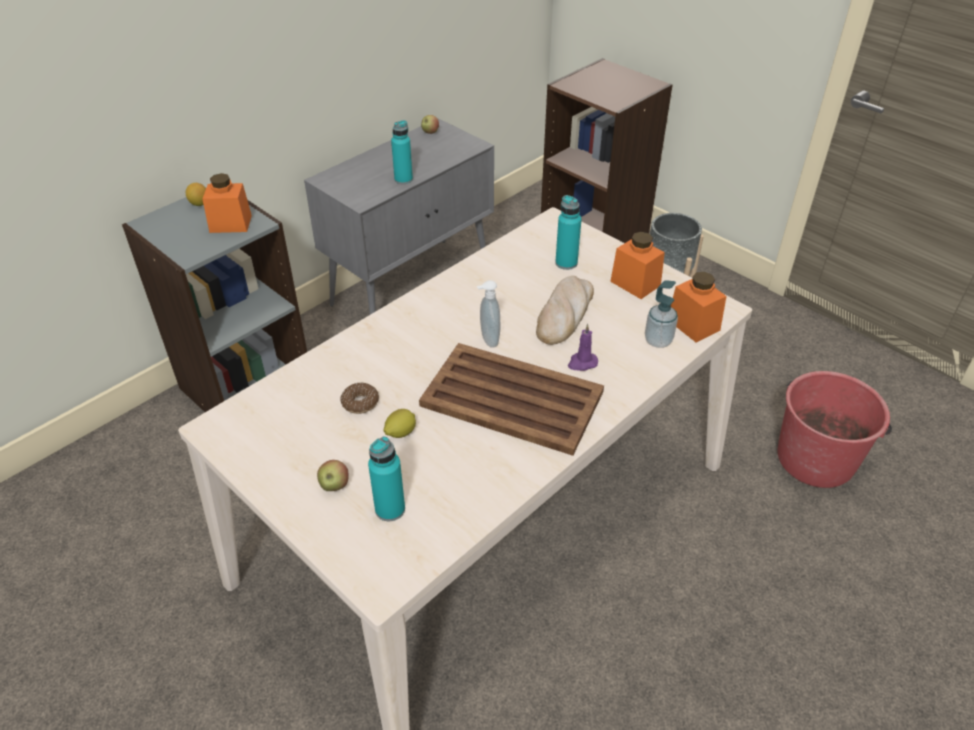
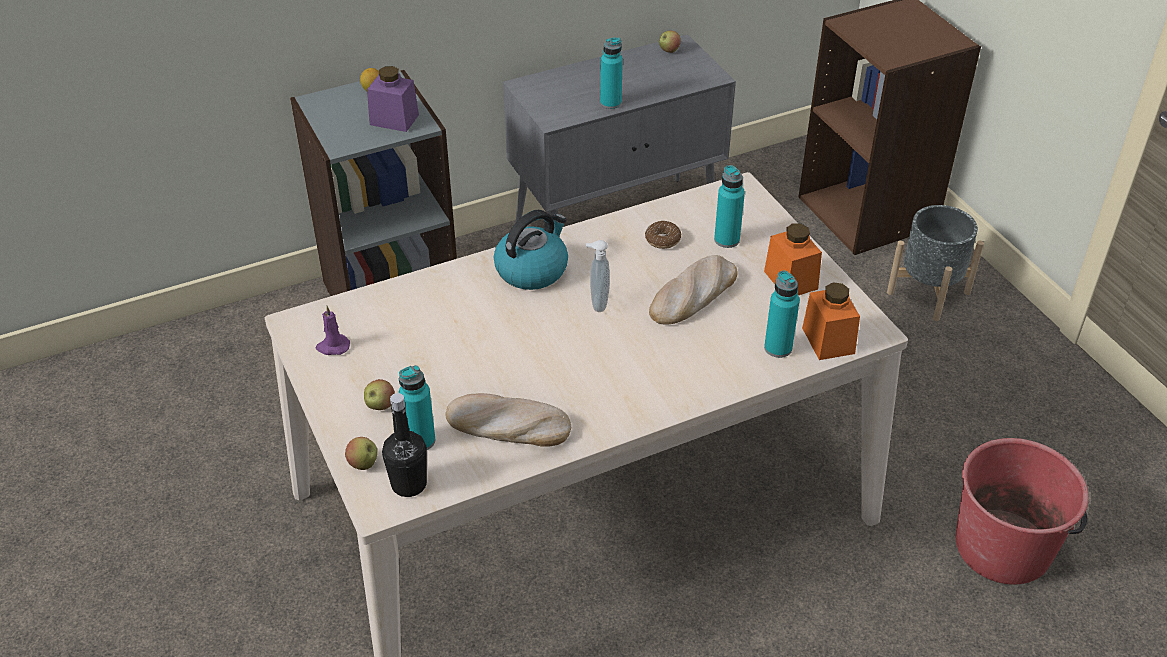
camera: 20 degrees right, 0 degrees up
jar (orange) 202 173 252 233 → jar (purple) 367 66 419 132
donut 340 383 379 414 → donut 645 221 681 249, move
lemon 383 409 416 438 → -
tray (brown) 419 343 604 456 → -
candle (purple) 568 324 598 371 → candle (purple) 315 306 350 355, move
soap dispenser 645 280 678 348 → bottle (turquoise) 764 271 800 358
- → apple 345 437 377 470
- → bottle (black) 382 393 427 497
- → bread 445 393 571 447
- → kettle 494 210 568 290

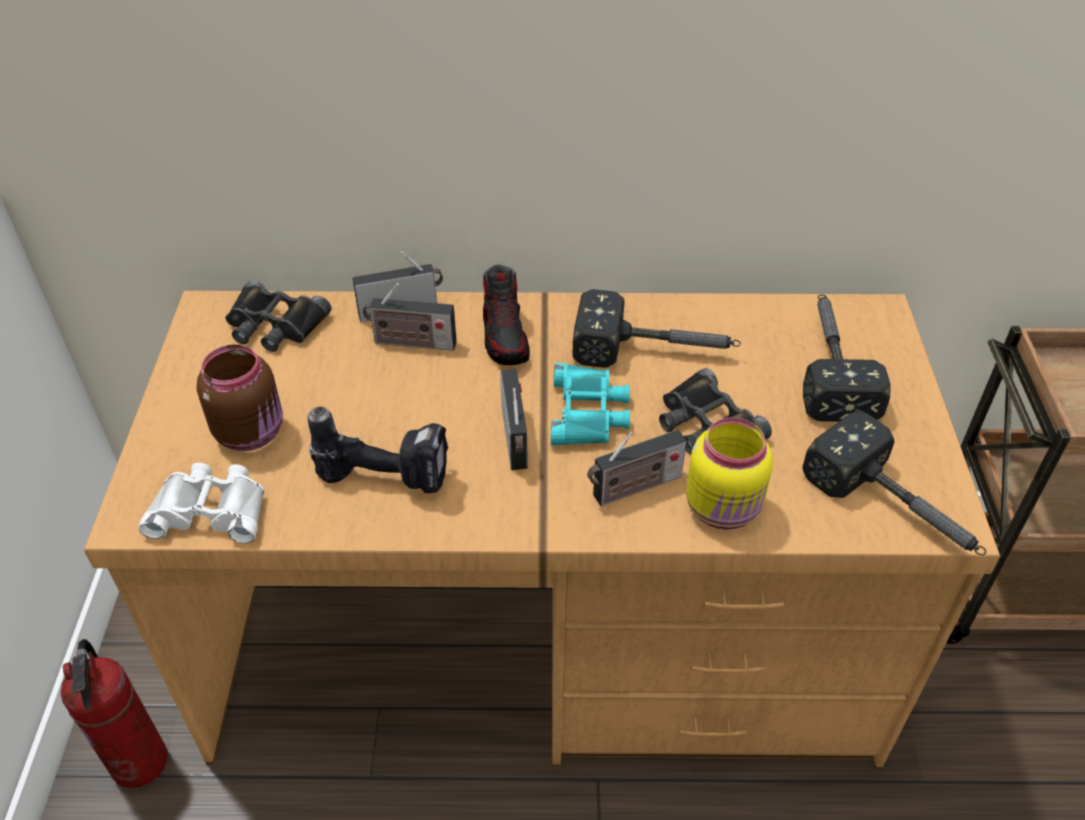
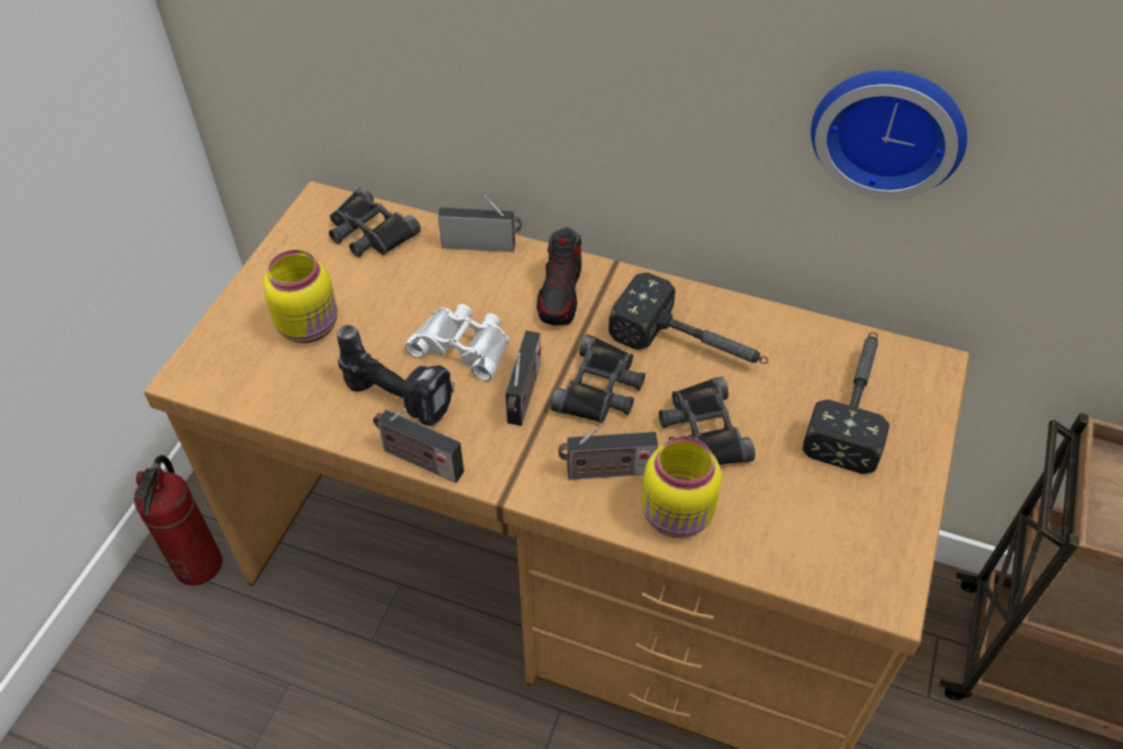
camera: 20 degrees right, 5 degrees up
binoculars (white) 138 463 265 543 → binoculars (white) 405 304 510 381, move
jar (brown) 197 344 283 451 → jar (yellow) 263 250 338 343
radio 363 283 457 351 → radio 373 408 464 483, move
binoculars (turquoise) 551 363 630 445 → binoculars (black) 550 334 645 423
hammer 803 412 986 555 → -
- → wall clock 811 70 967 200

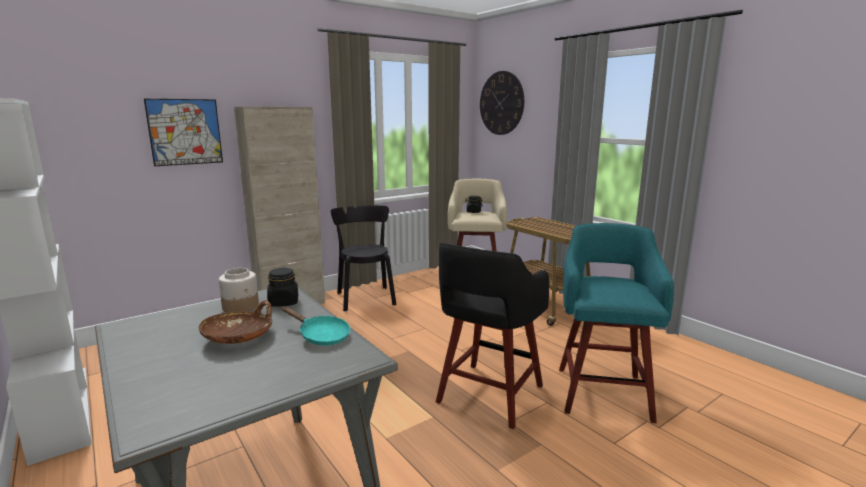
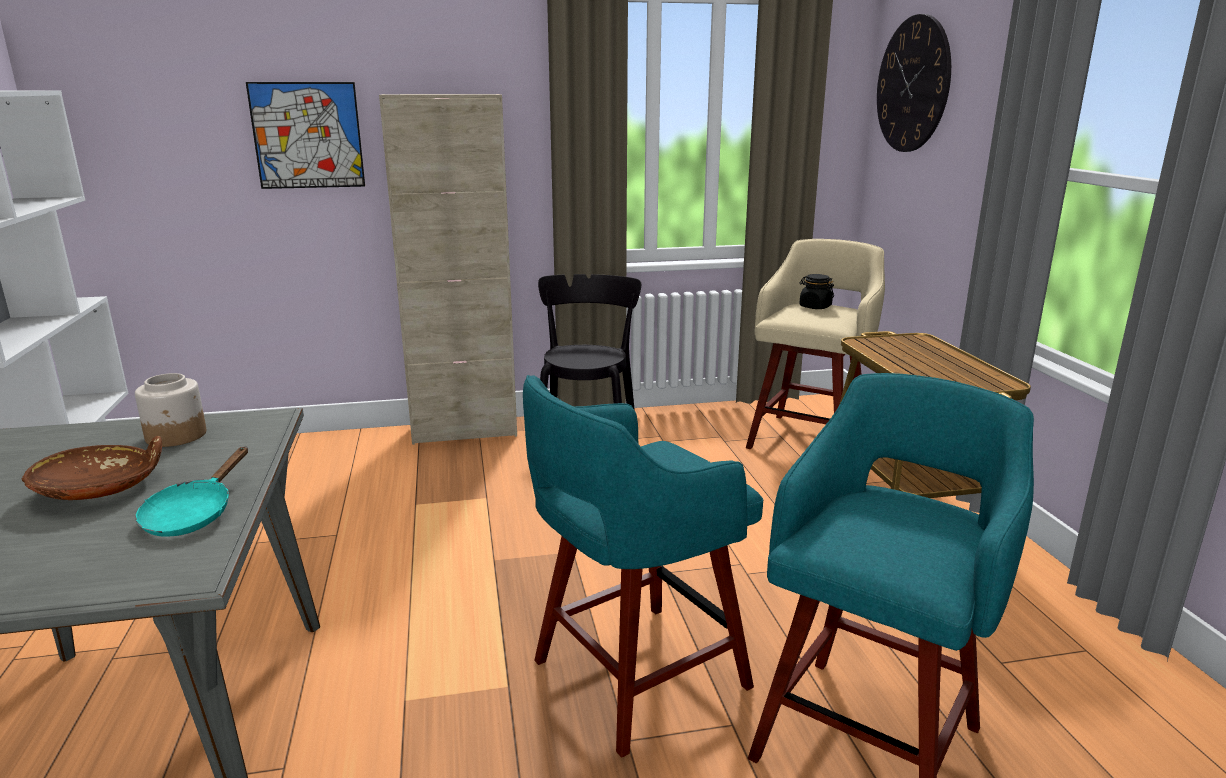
camera: 25 degrees right, 5 degrees up
jar (black) 267 268 298 307 → -
frying pan (turquoise) 282 306 350 346 → frying pan (turquoise) 136 446 248 537, 45 degrees clockwise
stool (black) 436 243 549 429 → stool (turquoise) 523 375 763 758

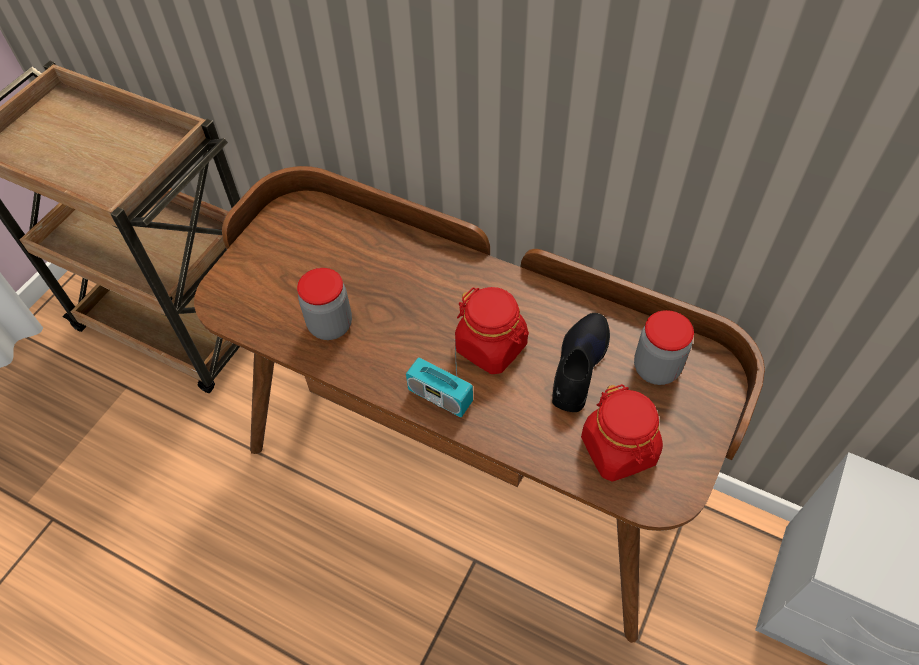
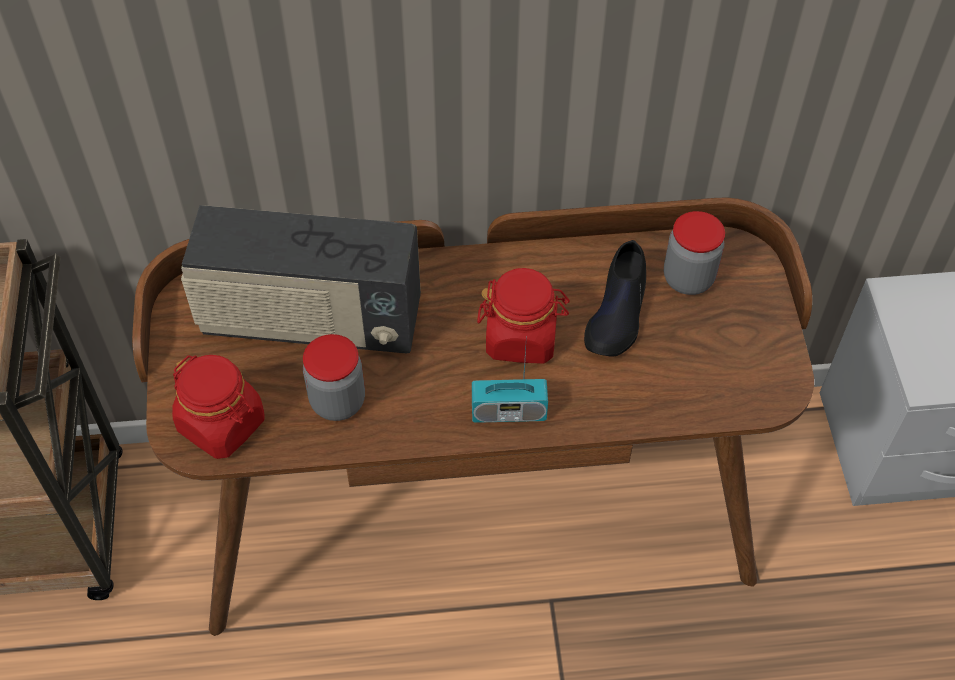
camera: 35 degrees left, 0 degrees up
shoe (black) 552 313 610 412 → shoe (black) 584 240 646 357, 150 degrees counterclockwise
jar (red) 581 384 663 481 → jar (red) 172 355 265 459, move
- → radio 181 205 421 353

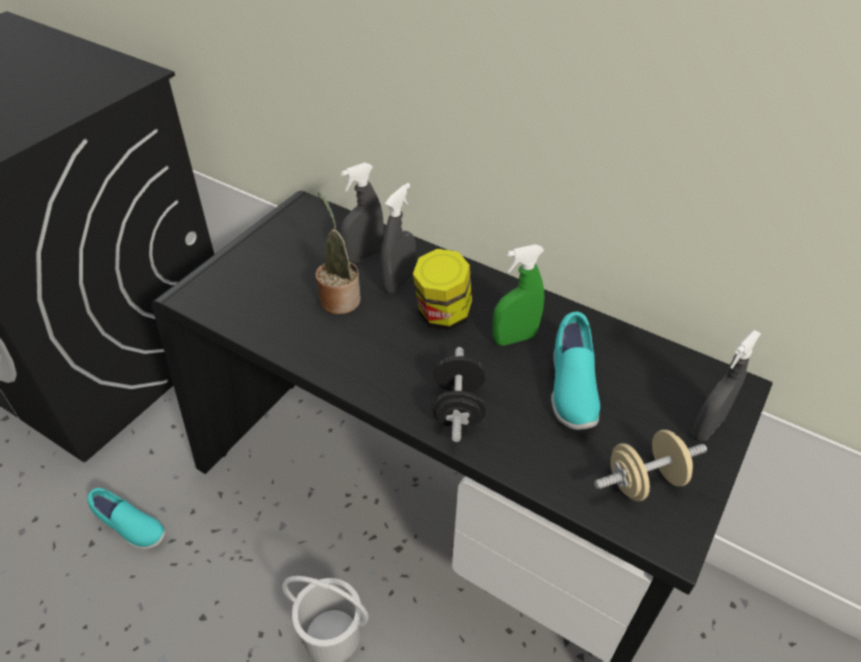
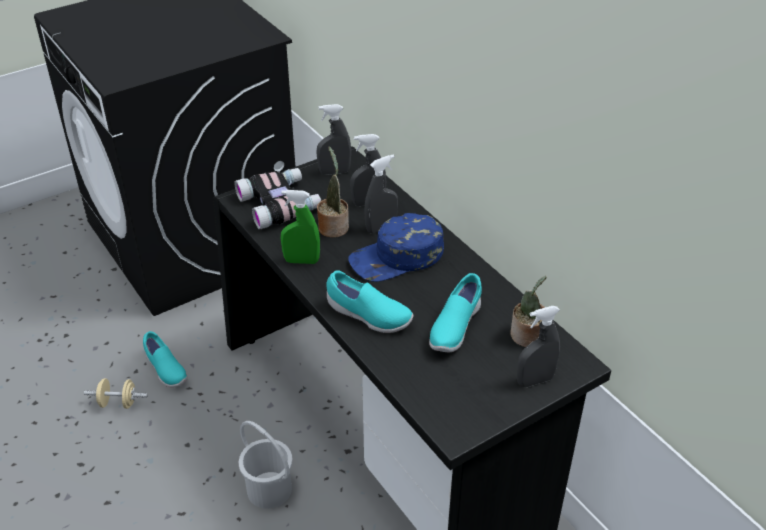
camera: 25 degrees right, 5 degrees down
jar 413 249 473 330 → cap (blue) 348 213 444 282
dumbbell (black) 431 347 486 442 → shoe (turquoise) 326 270 413 333
spray bottle (green) 493 244 544 346 → spray bottle (green) 281 190 320 264, move
dumbbell (beige) 594 430 707 501 → dumbbell (beige) 84 378 148 409, move
- → binoculars 234 168 321 230
- → spray bottle (grey) 316 104 351 175
- → potted plant 510 276 546 347

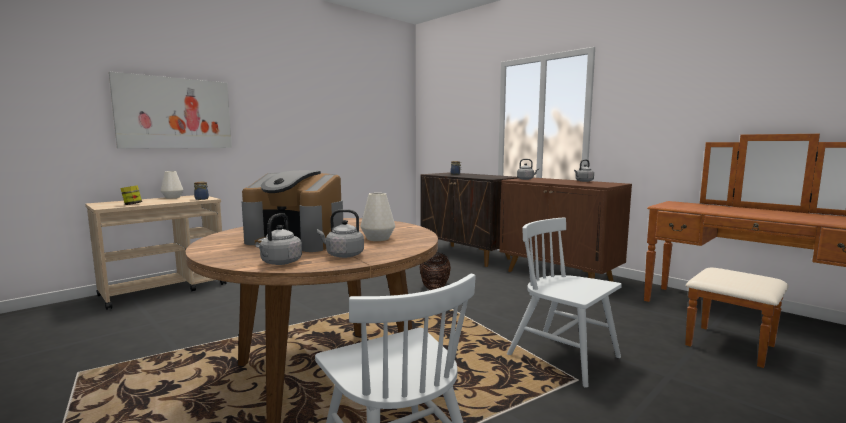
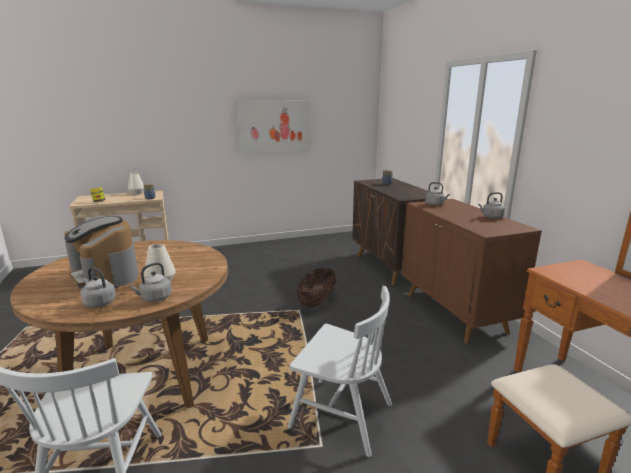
camera: 25 degrees right, 10 degrees up
picture 109 72 232 149 → picture 235 100 310 154, move
kettle (grey) 255 213 302 265 → kettle (grey) 129 262 172 302, move
chair (white) 507 217 622 388 → chair (white) 287 286 392 457, 135 degrees clockwise

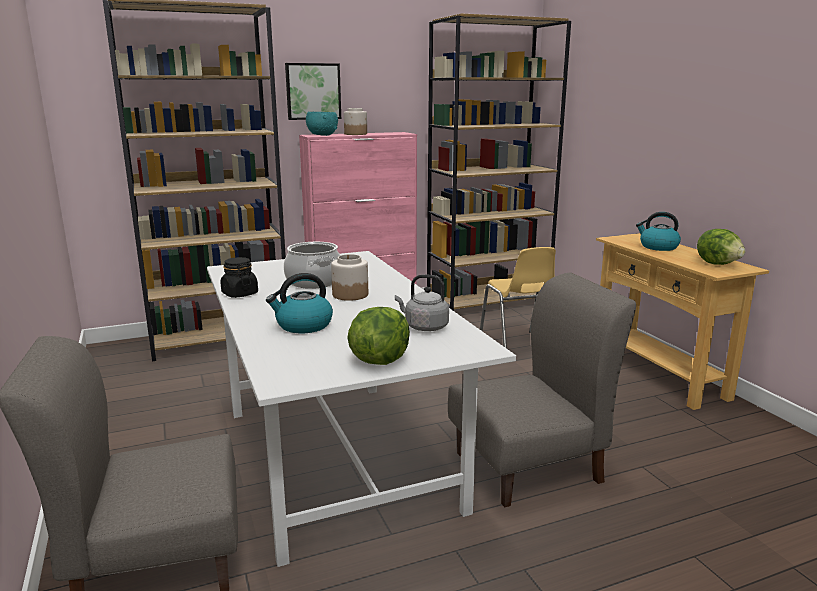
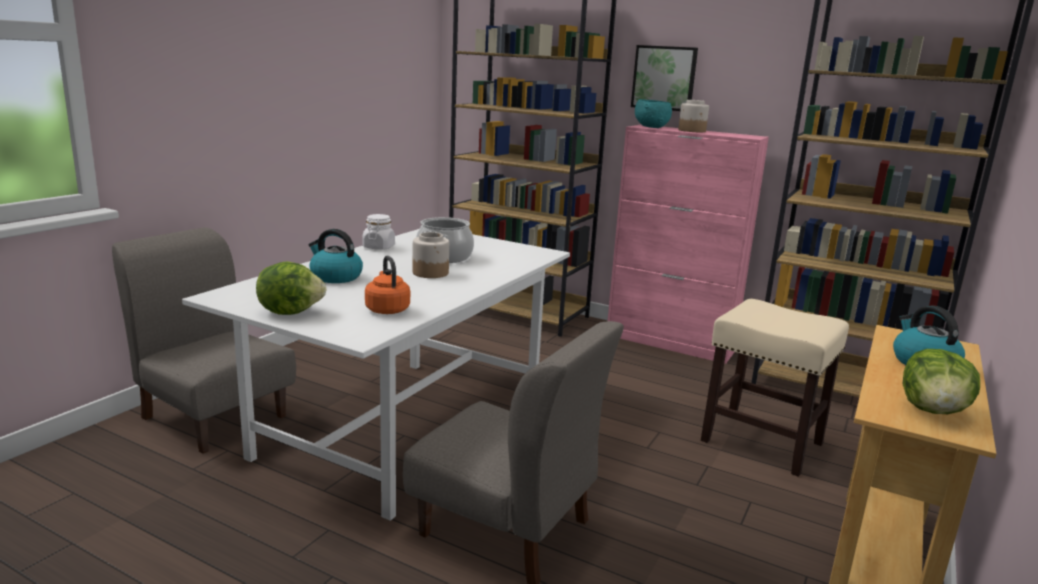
camera: 50 degrees right, 0 degrees up
jar (black) 220 257 258 298 → jar (white) 362 214 395 250
kettle (grey) 395 275 449 331 → kettle (orange) 365 255 410 314
chair (yellow) 480 247 556 348 → stool (beige) 701 299 849 477

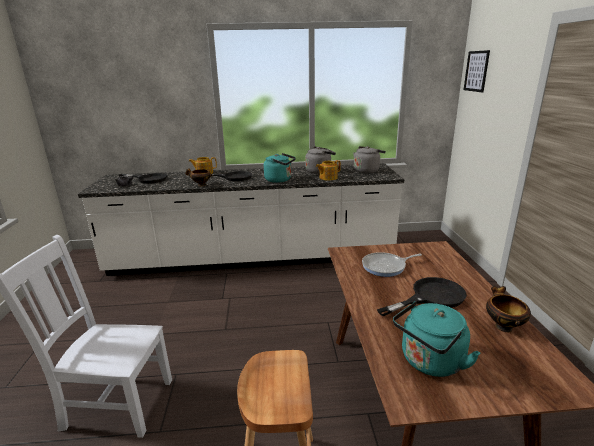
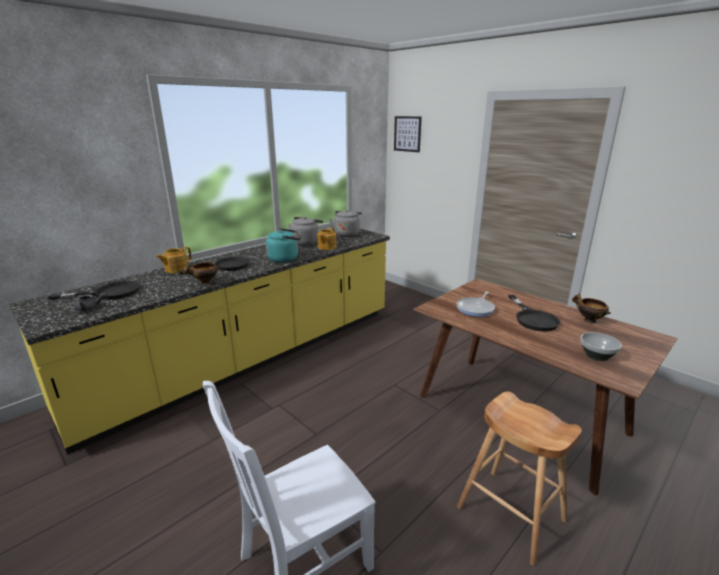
camera: 40 degrees left, 0 degrees up
counter (white) 78 163 404 276 → counter (yellow) 9 229 390 454
frying pan (black) 377 277 467 316 → frying pan (black) 508 295 560 331, 150 degrees clockwise
kettle (turquoise) 393 301 480 377 → bowl 580 332 622 361

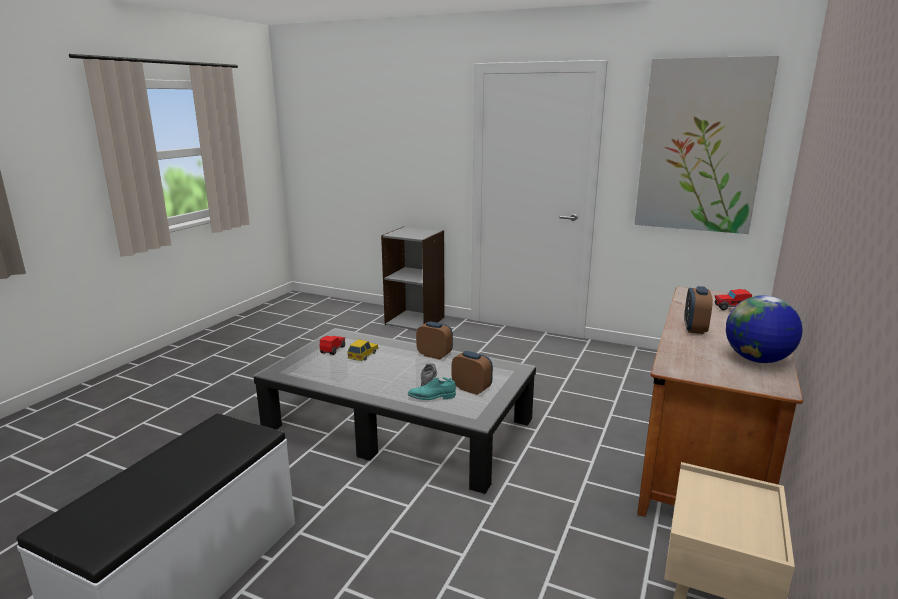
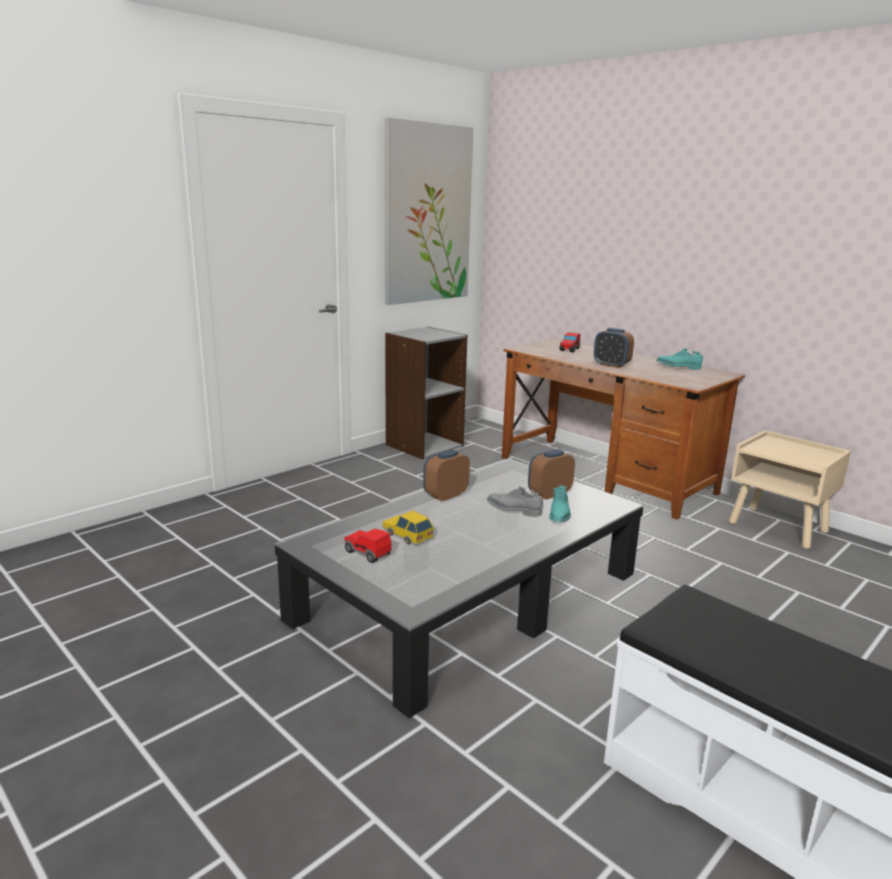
camera: 70 degrees left, 0 degrees up
bookcase (grey) 381 226 444 331 → bookcase (grey) 385 327 467 460, move
globe 726 295 803 363 → shoe (turquoise) 656 348 703 370

